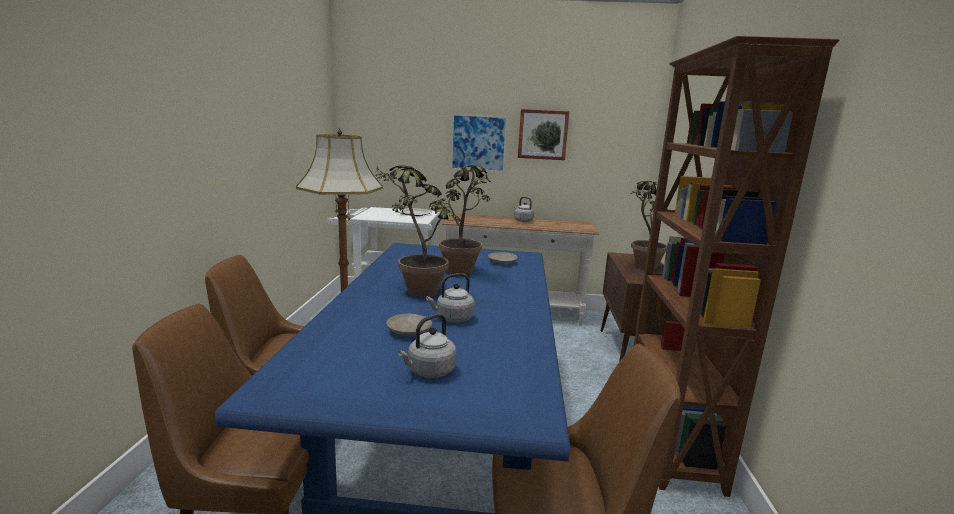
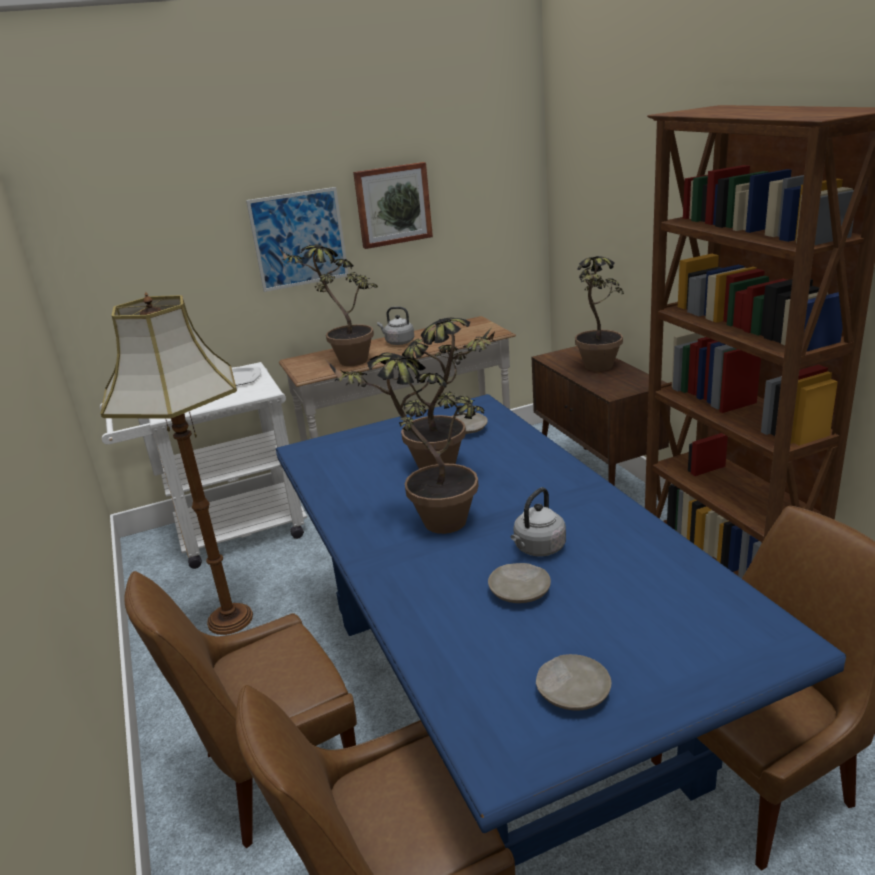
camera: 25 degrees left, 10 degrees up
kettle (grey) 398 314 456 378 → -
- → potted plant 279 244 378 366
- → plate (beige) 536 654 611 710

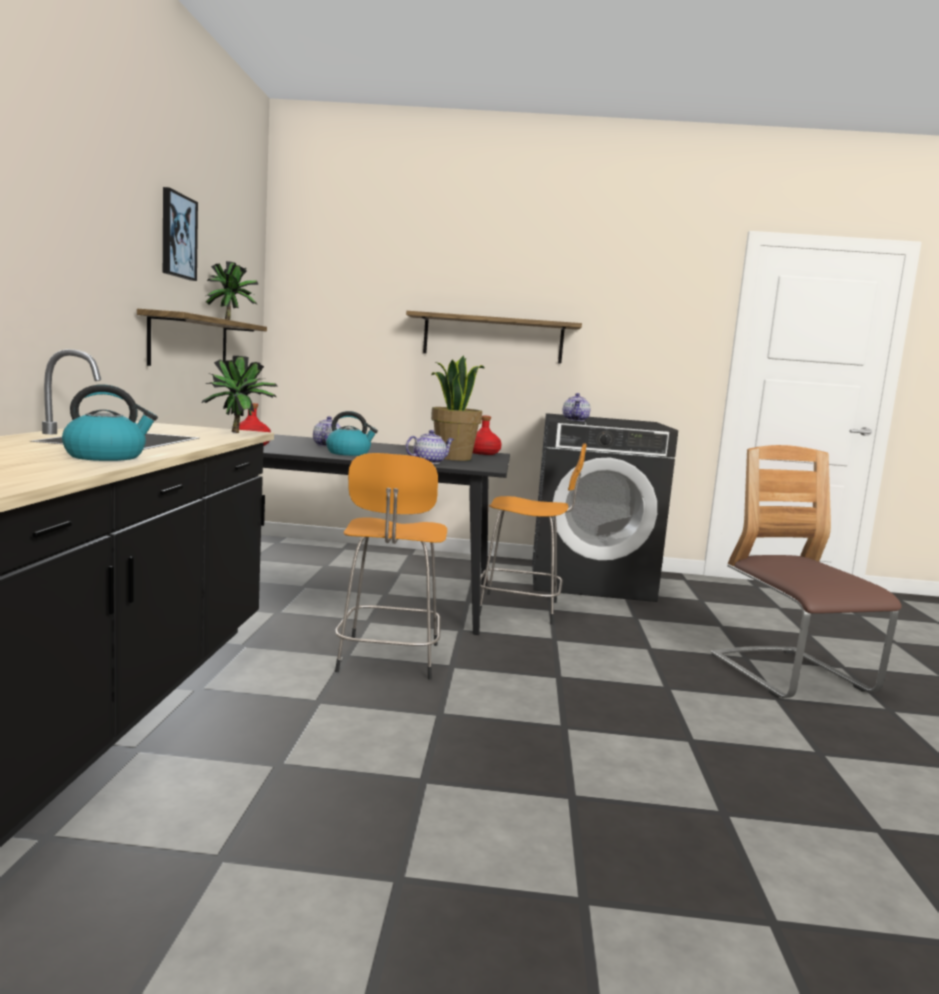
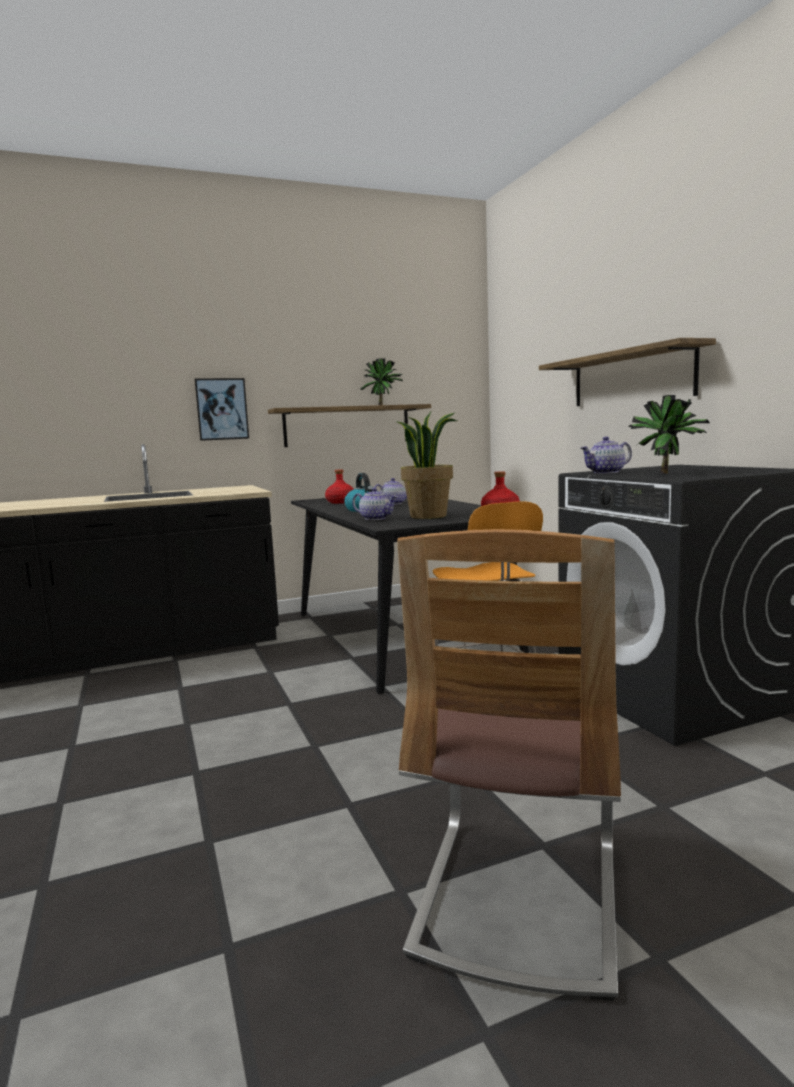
camera: 65 degrees right, 0 degrees up
kettle 62 384 158 461 → -
picture 163 187 198 281 → picture 194 378 249 441, move
potted plant 201 356 278 433 → potted plant 628 395 710 474, move
stool (orange) 335 453 447 680 → -
chair 711 445 902 698 → chair 397 529 621 1001, 150 degrees clockwise

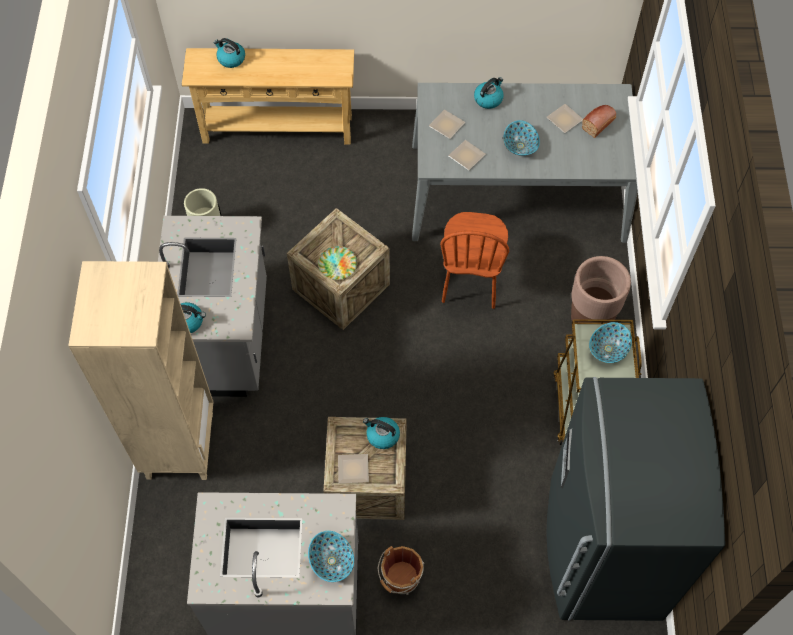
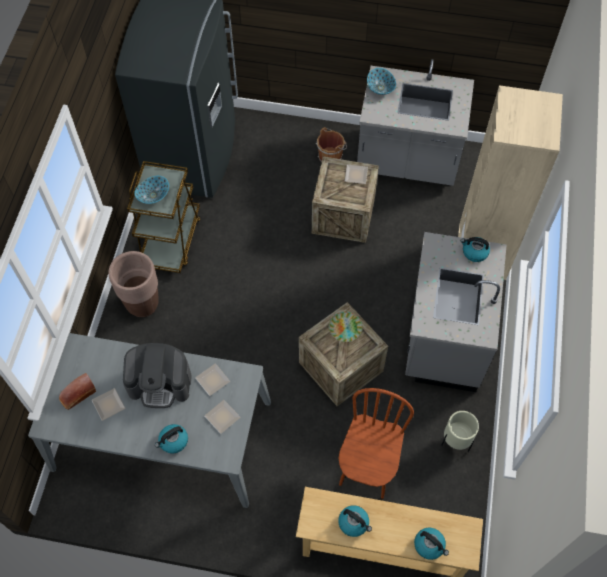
camera: 170 degrees left, 0 degrees up
kettle 363 417 400 449 → kettle 338 505 372 537, move
chair (brown) 440 212 509 309 → chair (brown) 339 388 414 499, move
bowl 504 120 540 156 → coffee machine 123 343 192 408

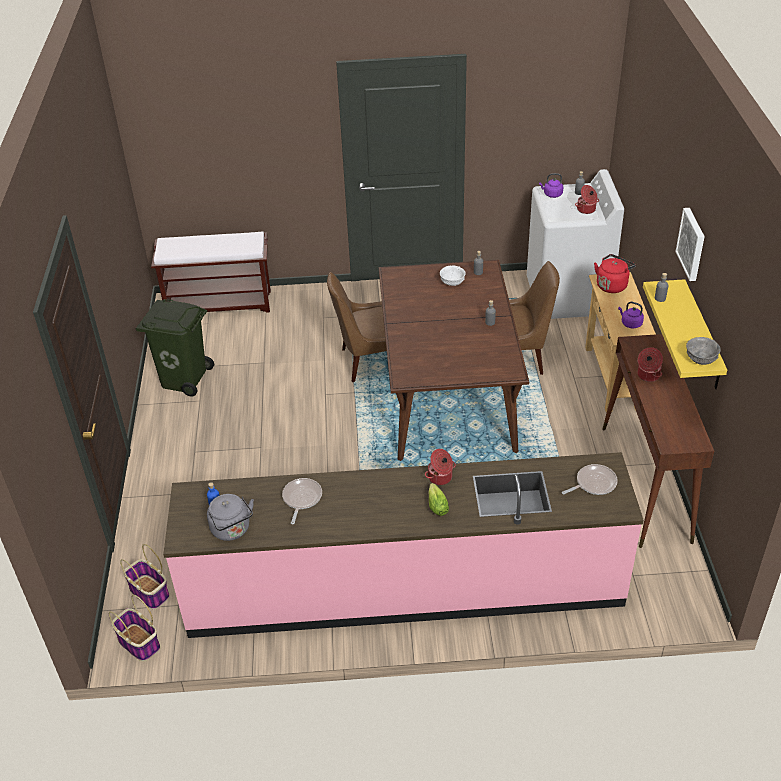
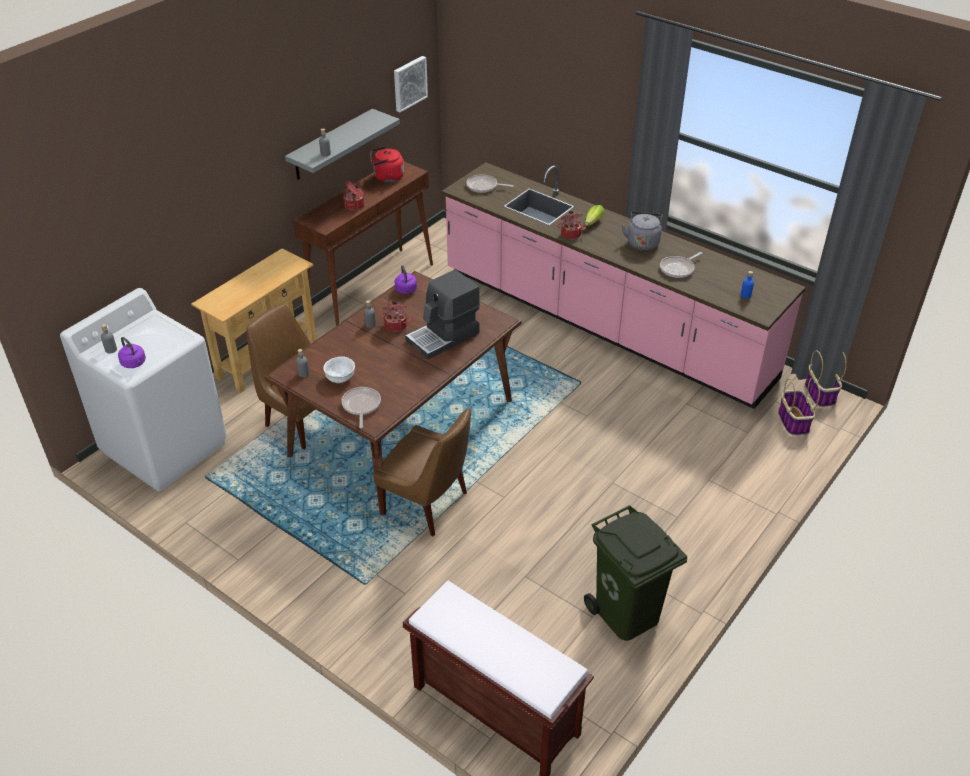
camera: 140 degrees left, 0 degrees up
kettle (grey) 207 494 254 541 → kettle (grey) 621 211 662 251, move
cooking pot 575 185 599 214 → cooking pot 380 301 411 332, move
kettle (red) 594 254 636 293 → kettle (red) 370 146 404 183, move
kettle (purple) 618 302 644 328 → kettle (purple) 395 265 417 294, move
shelf (yellow) 643 279 727 389 → shelf (grey) 285 109 400 180
picture 676 208 705 281 → picture 394 56 428 112, move
bowl (grey) 686 337 721 365 → -
- → frying pan 341 387 381 428
- → coffee machine 405 270 480 360

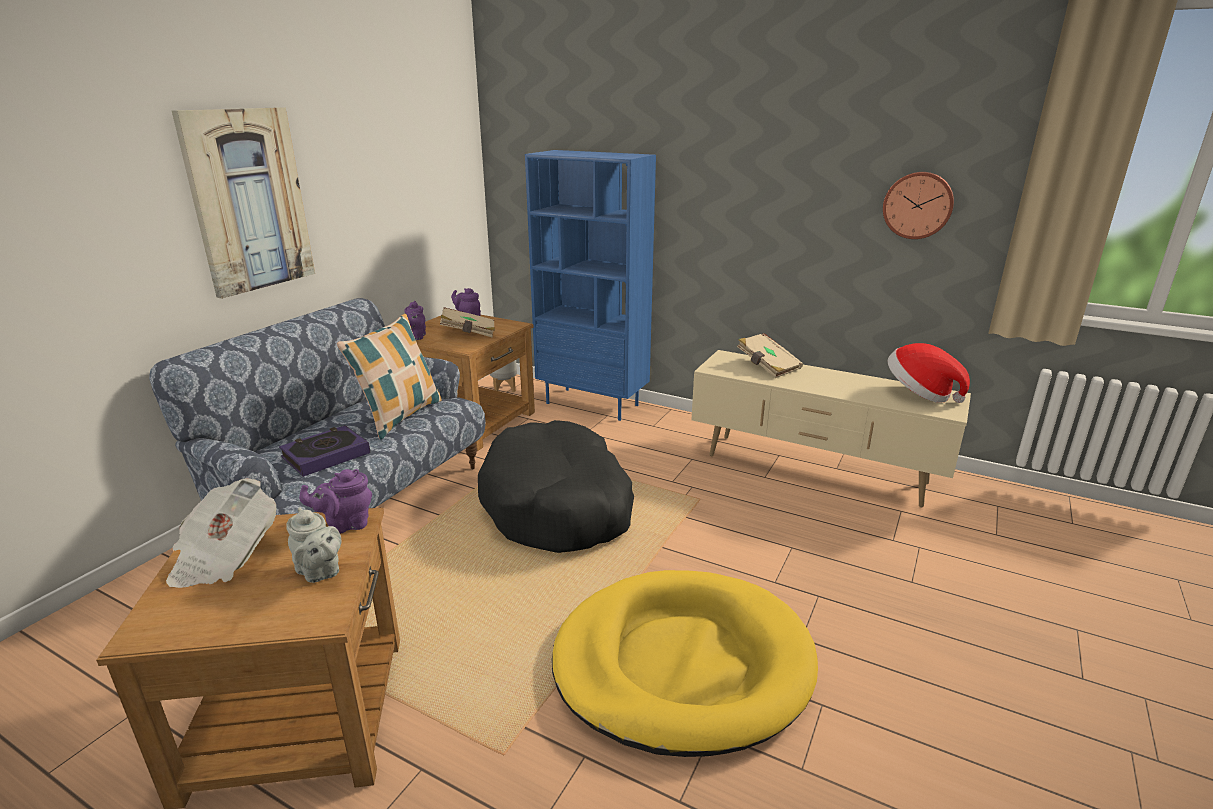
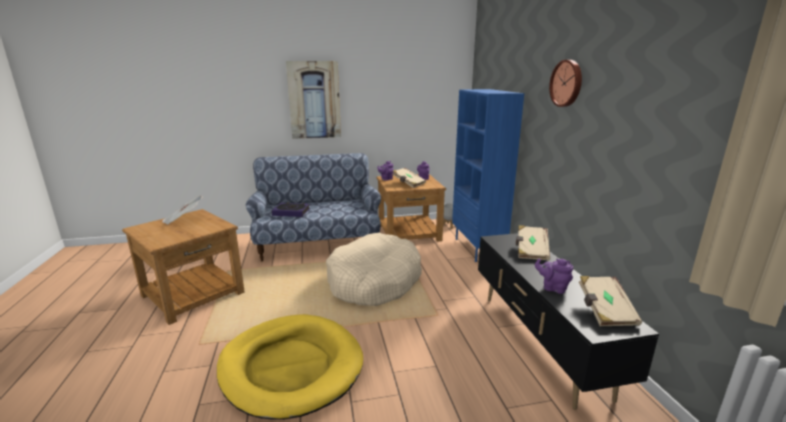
camera: 50 degrees right, 5 degrees down
teapot (grey) 286 507 341 583 → -
teapot (purple) 299 469 372 534 → teapot (purple) 535 259 573 294, move
pillow 337 314 442 440 → -
dog bed (black) 478 420 634 553 → dog bed (beige) 326 233 422 306
tv stand (beige) 691 350 971 507 → tv stand (black) 478 233 659 410
wall clock 883 172 954 239 → wall clock 549 60 582 107, move
hat 888 343 970 403 → book (beige) 579 276 642 326

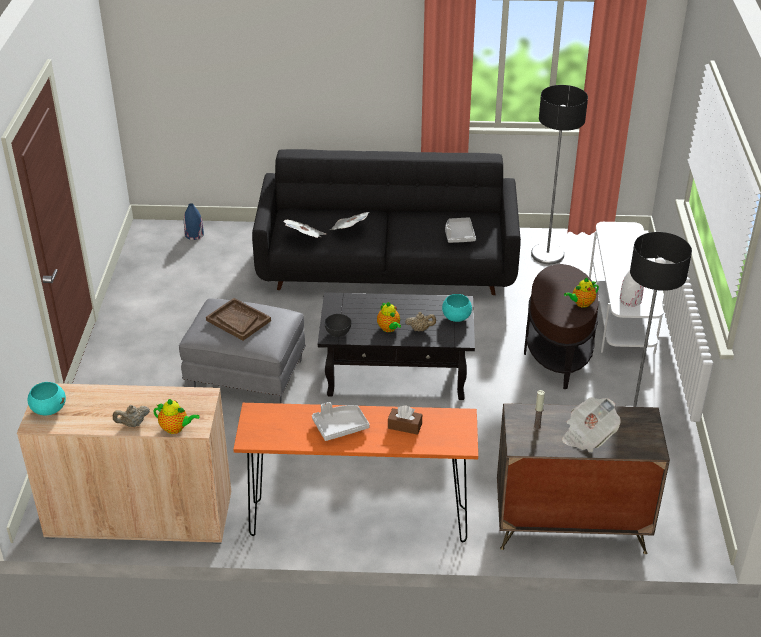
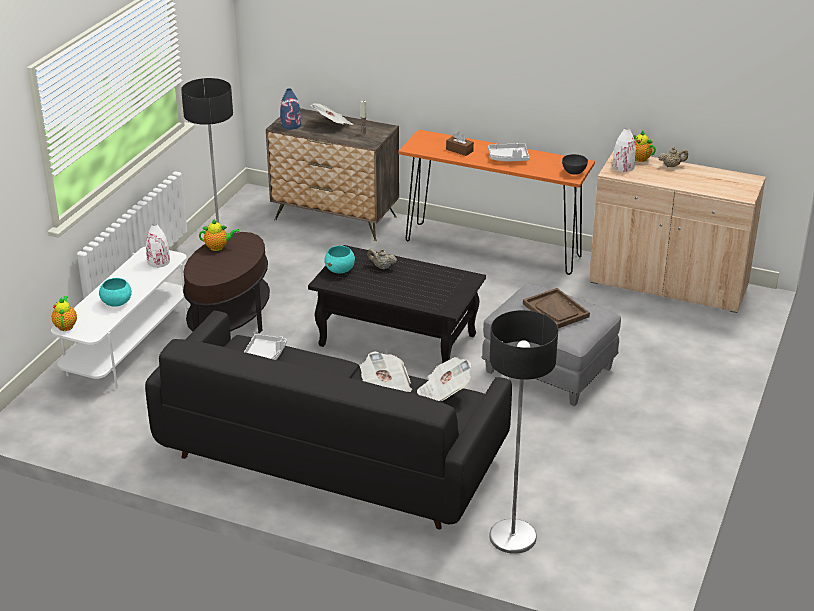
camera: 160 degrees left, 5 degrees down
bowl (turquoise) 28 382 66 415 → bowl (turquoise) 99 278 132 307, move
vase (blue) 184 203 204 240 → vase (blue) 280 88 301 130, move
bowl (grey) 324 314 351 337 → bowl (grey) 562 154 588 175, move
teapot 377 302 401 332 → teapot 52 296 77 331, move
floor lamp 531 85 588 264 → floor lamp 489 310 558 554, move
- → vase (white) 613 128 636 172

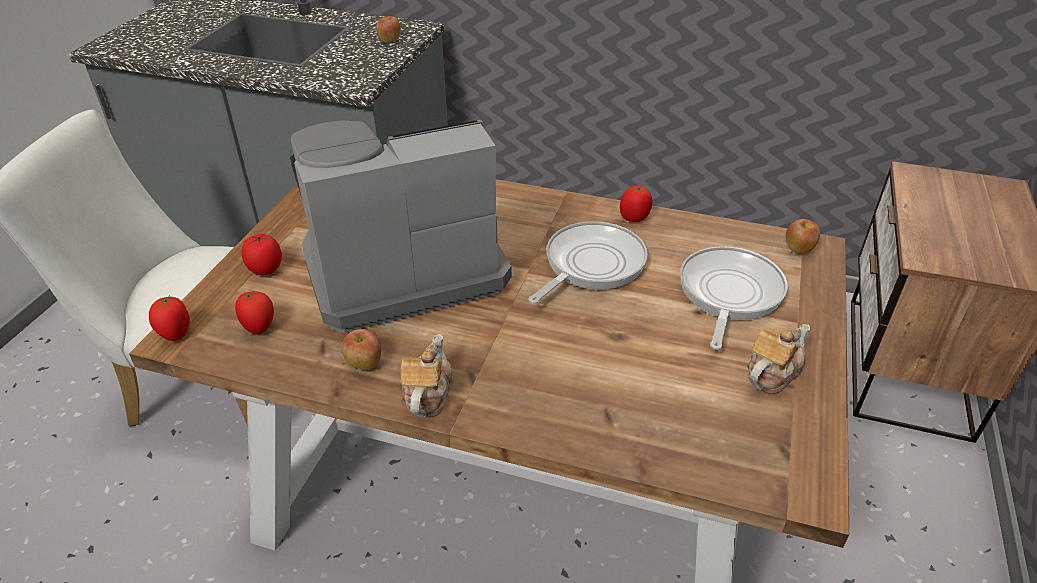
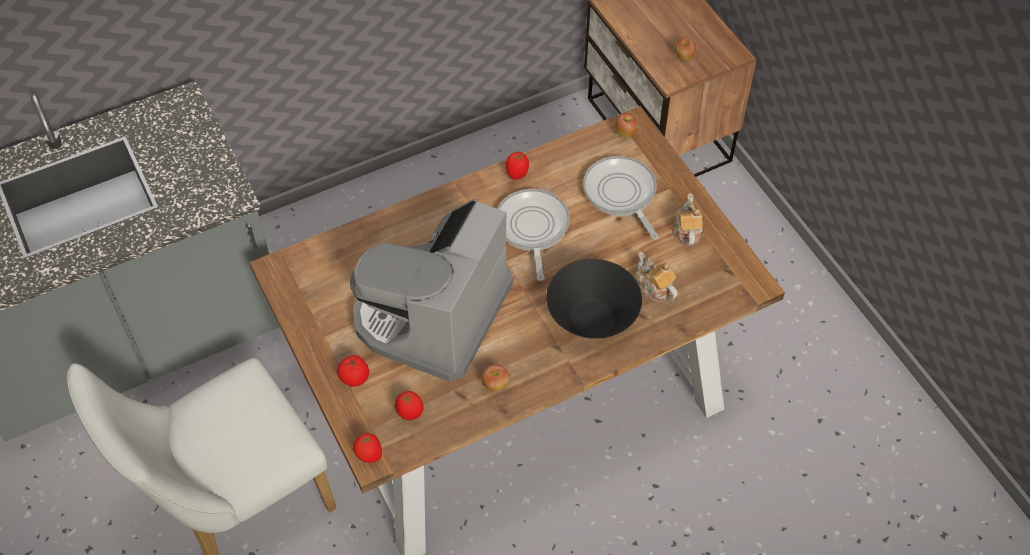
camera: 45 degrees left, 15 degrees up
apple 376 16 401 43 → apple 675 37 696 61, move
teapot 401 334 453 417 → teapot 635 252 678 302, move
- → bowl (black) 546 259 642 339

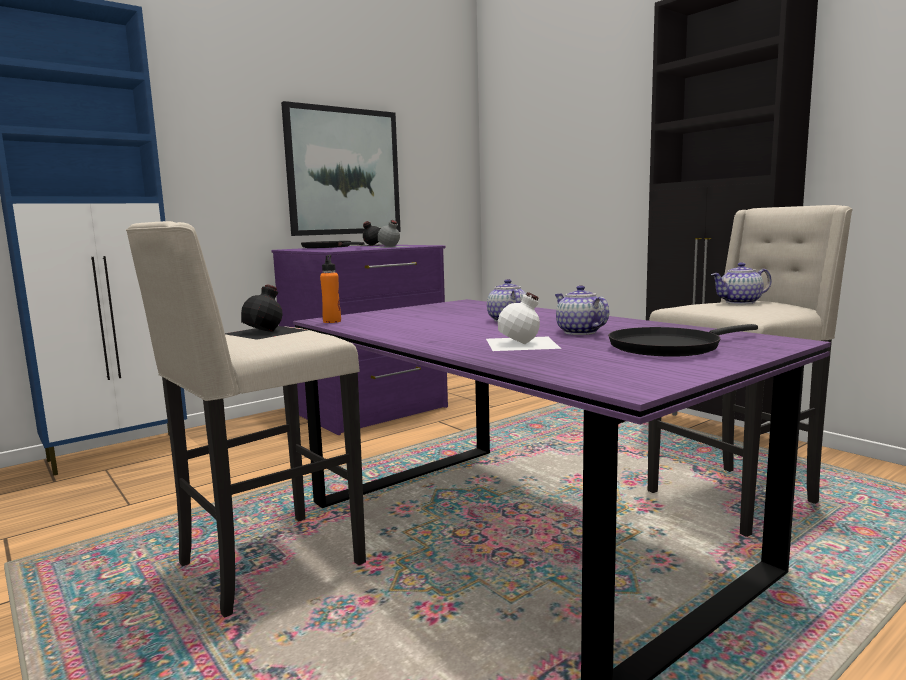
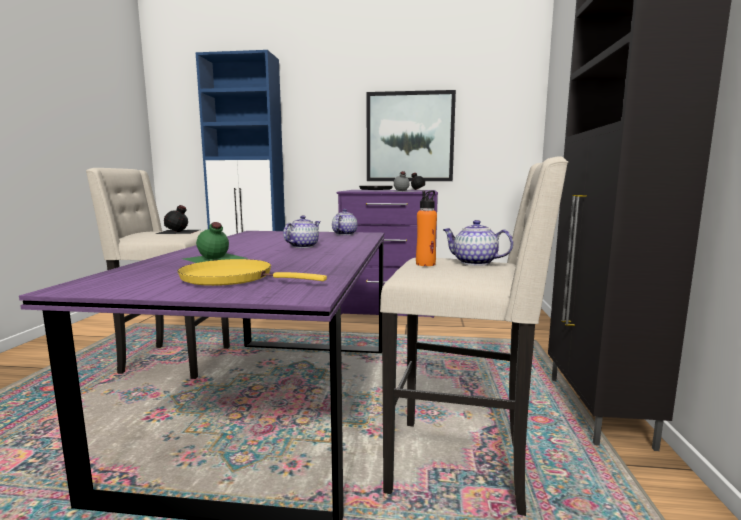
camera: 45 degrees right, 0 degrees up
bottle (orange) 320 255 341 323 → bottle (orange) 416 191 437 266, move
bottle (white) 486 292 561 351 → bottle (green) 183 222 247 263
teapot 555 285 609 335 → teapot 332 209 358 235, move
frying pan (black) 608 324 758 357 → frying pan (yellow) 177 259 327 286

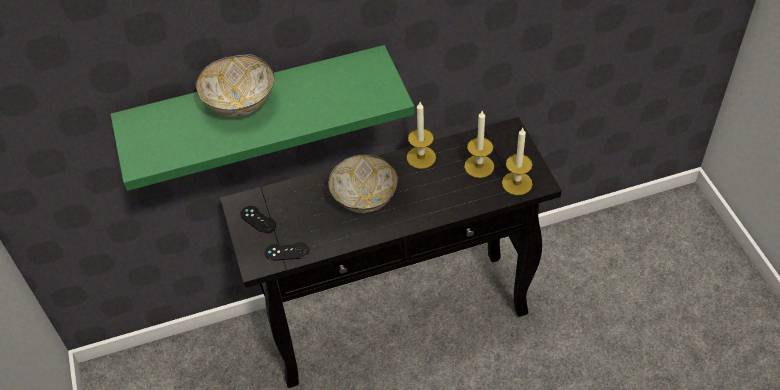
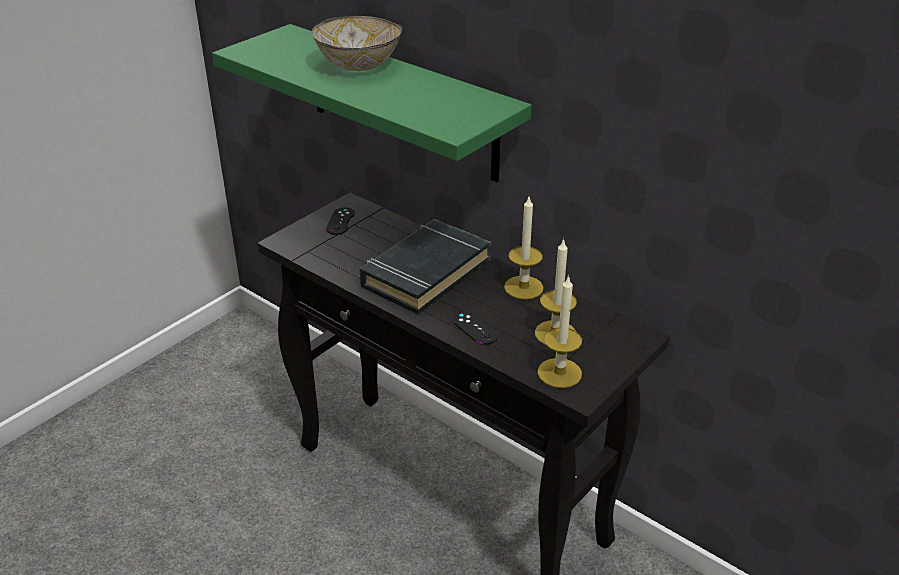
camera: 55 degrees right, 15 degrees down
game controller (black) 265 242 309 261 → game controller (black) 452 311 498 345, move
bowl 328 154 398 213 → book (black) 360 219 491 314

